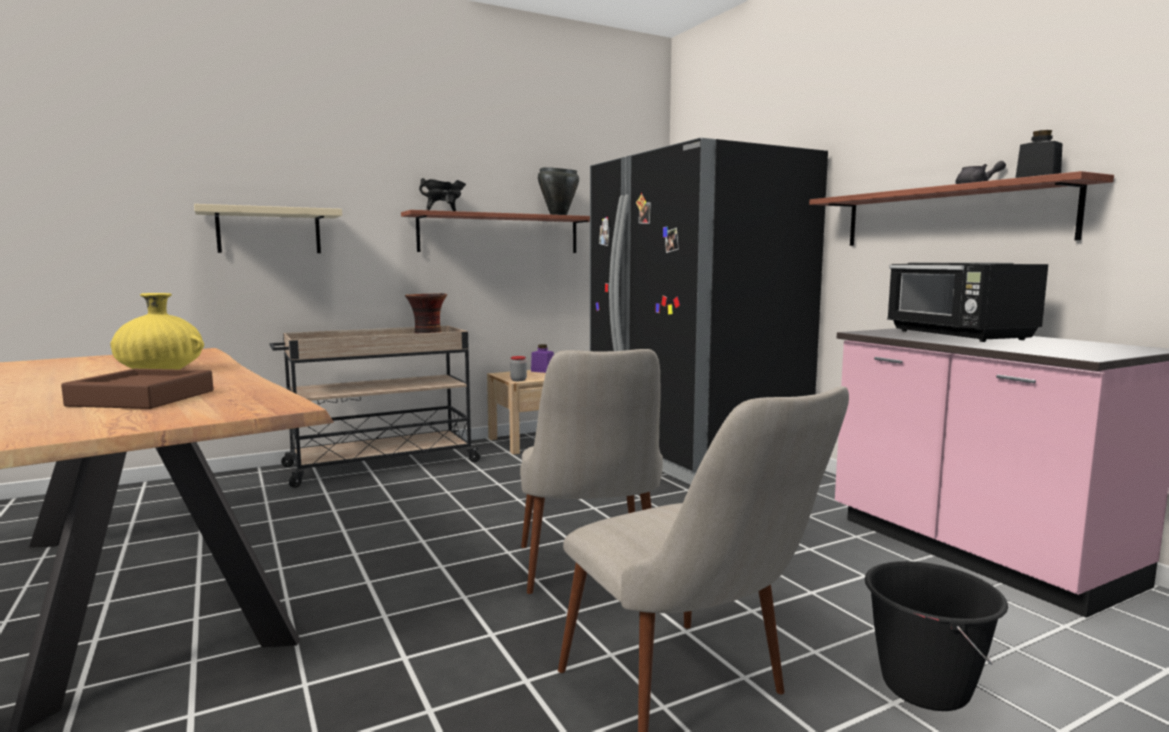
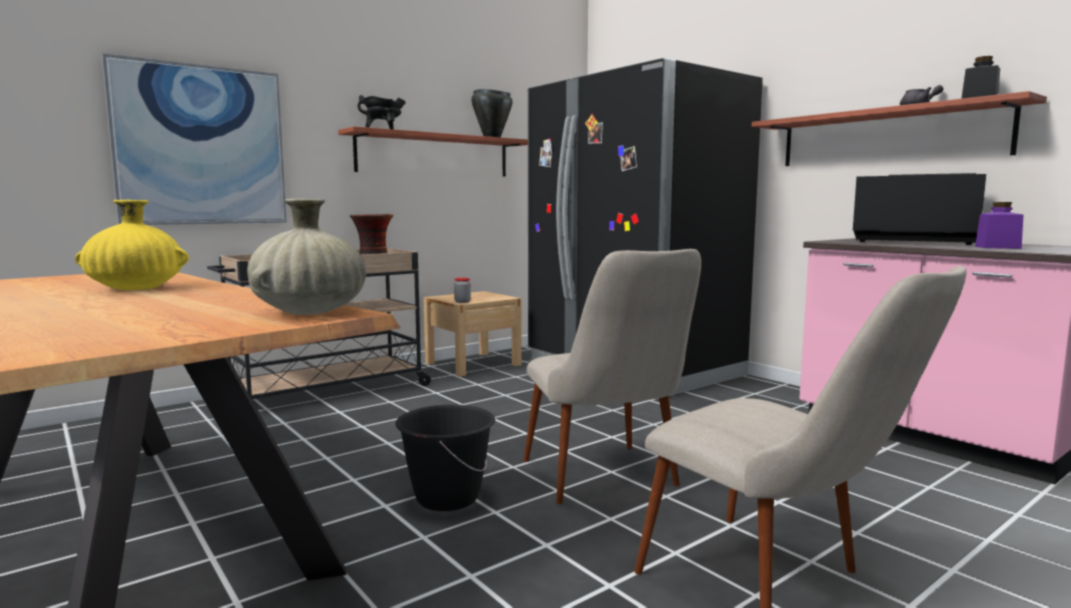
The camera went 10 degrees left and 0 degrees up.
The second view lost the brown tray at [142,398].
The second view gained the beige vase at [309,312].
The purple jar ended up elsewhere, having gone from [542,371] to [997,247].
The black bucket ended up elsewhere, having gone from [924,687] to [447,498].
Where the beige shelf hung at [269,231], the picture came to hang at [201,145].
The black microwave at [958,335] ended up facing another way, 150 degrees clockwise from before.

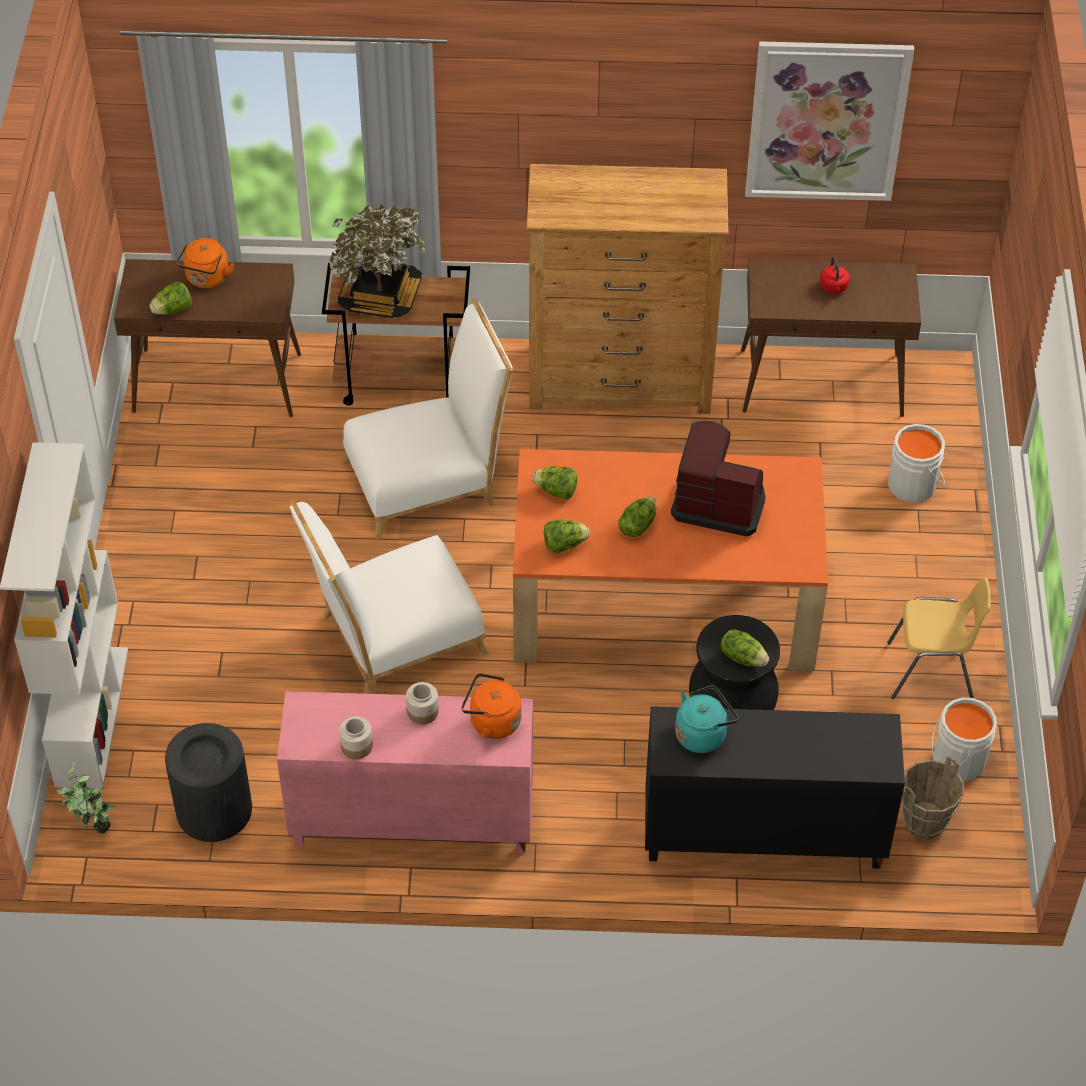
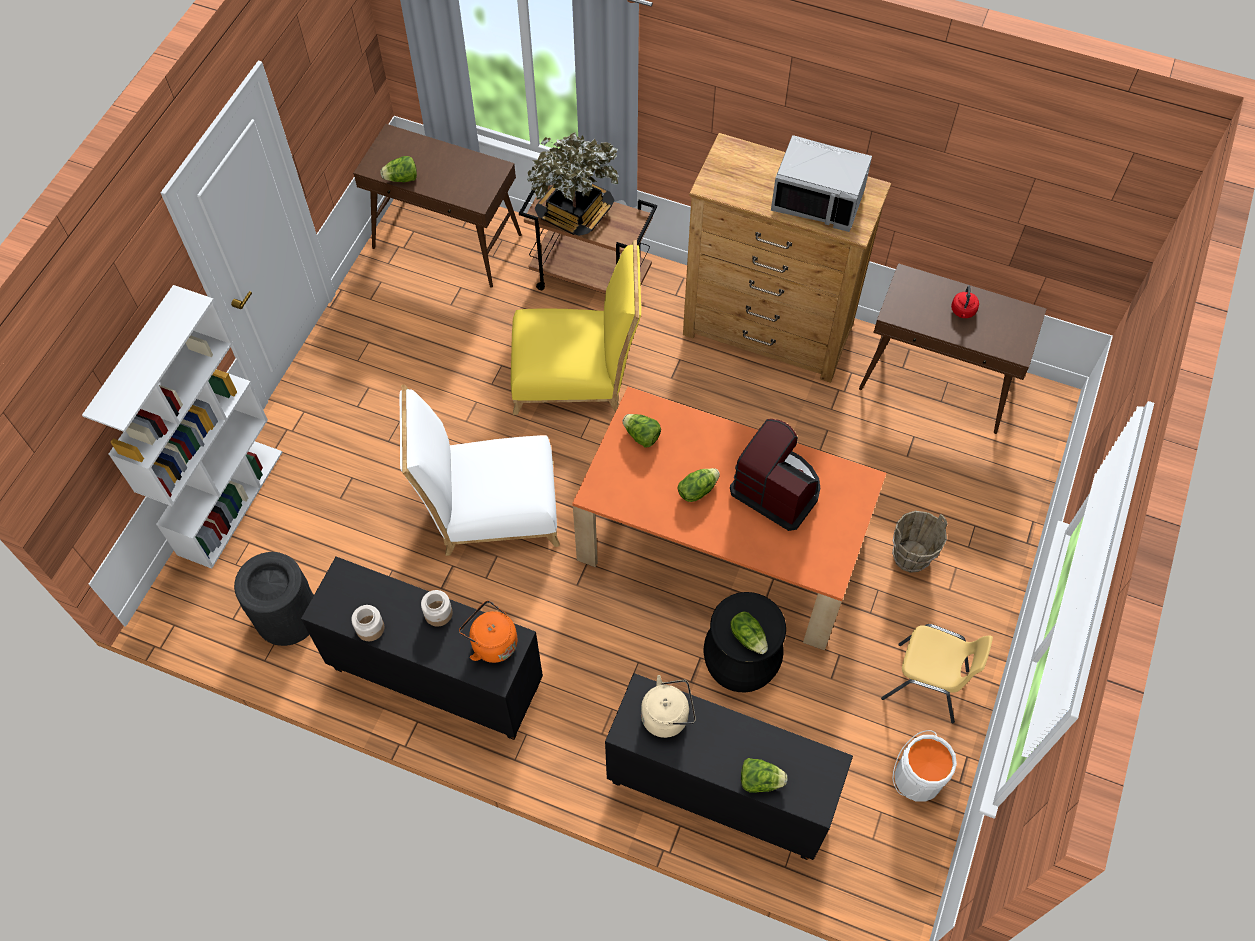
The camera went 20 degrees right and 10 degrees up.
The second view lost the potted plant at [93,827].
The second view lost the orange kettle at [207,279].
The second view lost the picture at [826,120].
The second view lost the white bucket at [914,484].
The second view gained the grey microwave at [818,200].
The lettuce ended up elsewhere, having gone from [564,544] to [760,780].
The brown bucket ended up elsewhere, having gone from [925,821] to [911,557].
What was the pink cabinet at [410,821] turned into the black cabinet at [435,678].
What was the white chair at [429,480] turned into the yellow chair at [576,375].
What was the turquoise kettle at [703,734] turned into the beige kettle at [668,716].

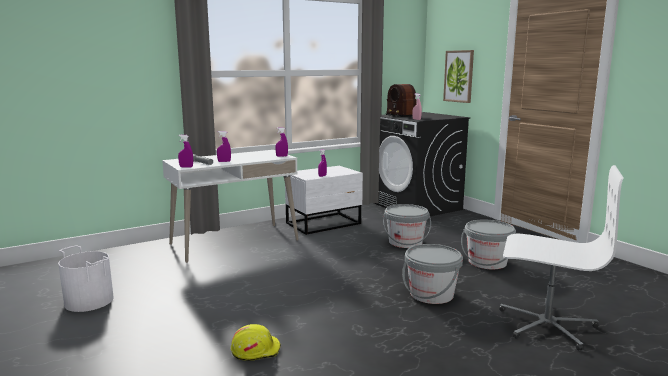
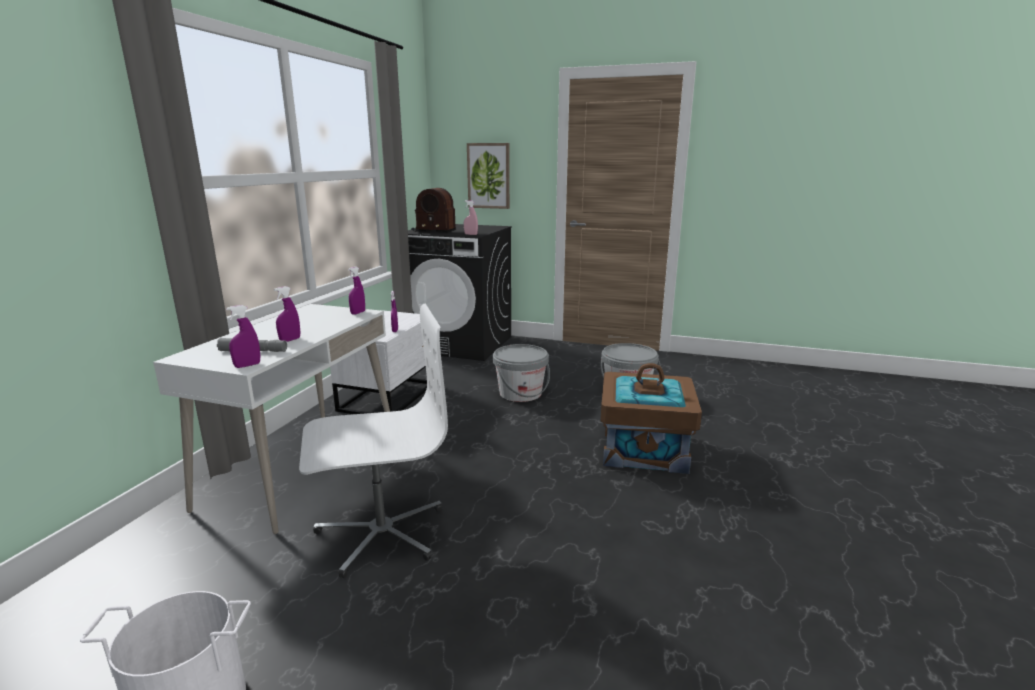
The camera went 40 degrees left and 5 degrees up.
The second view lost the yellow hard hat at [255,350].
The white office chair ended up elsewhere, having gone from [546,324] to [381,532].
Where the grey bucket stood at [431,294], the brown storage box came to stand at [644,448].

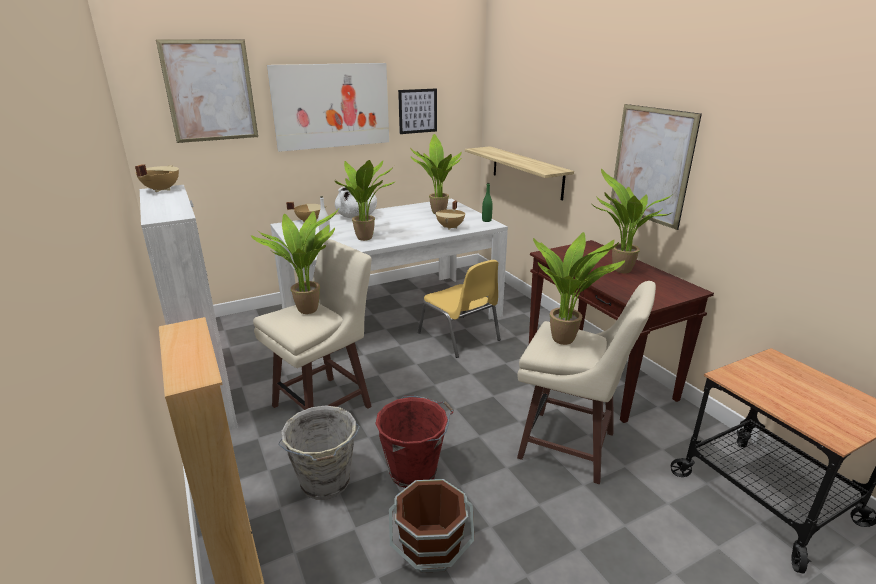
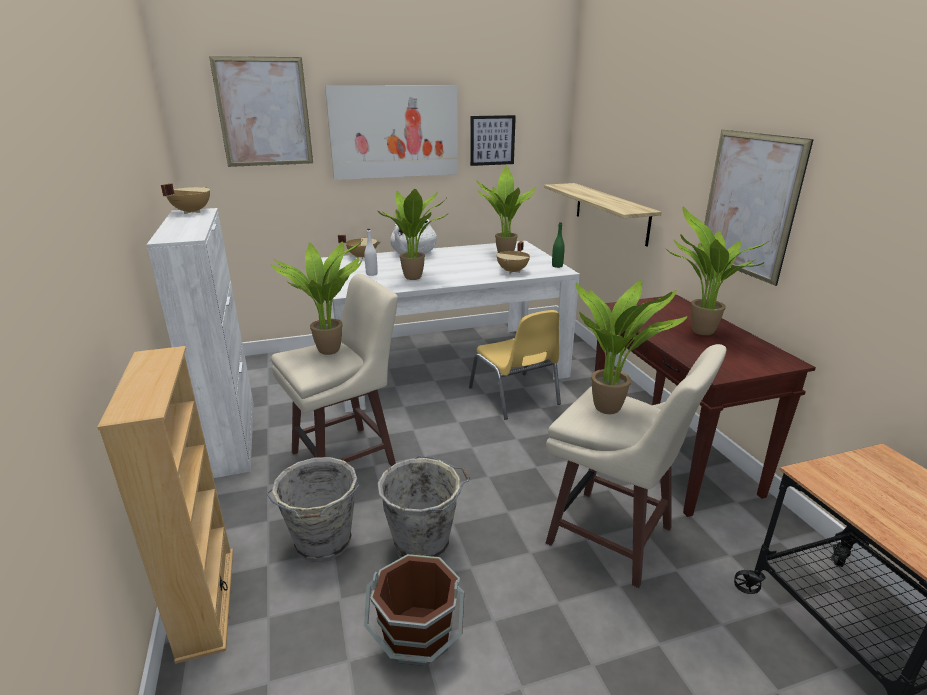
The camera went 10 degrees right and 0 degrees up.
What was the red bucket at [415,470] turned into the grey bucket at [424,542].

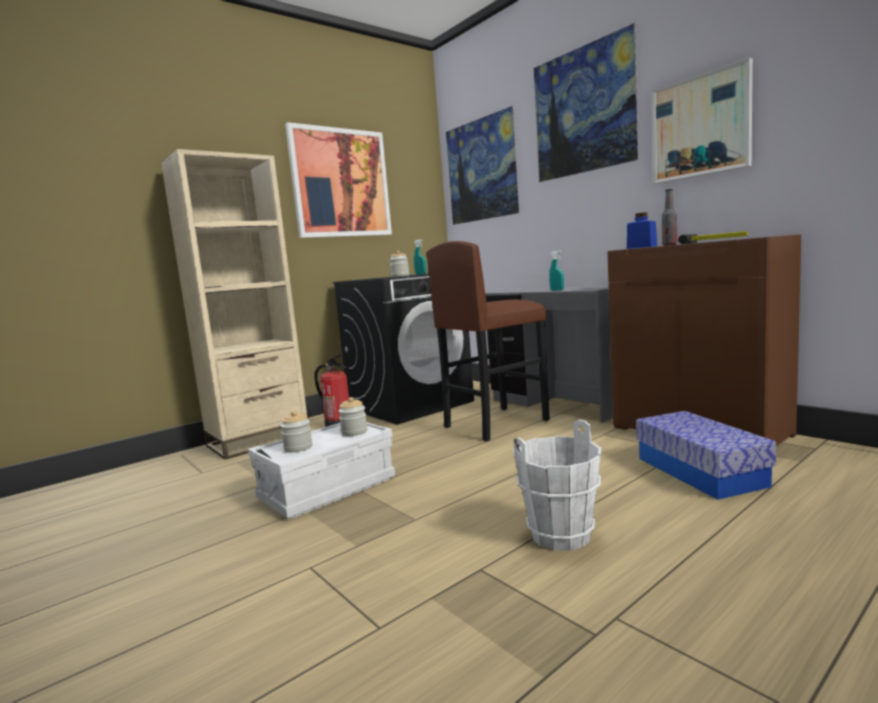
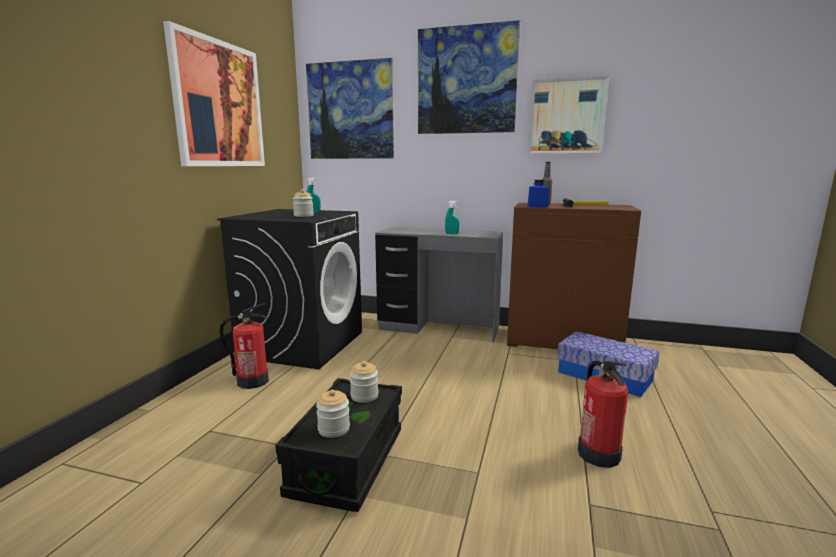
The camera went 35 degrees left and 5 degrees up.
The second view lost the beige bookcase at [258,441].
The second view lost the brown stool at [495,423].
Where the white bucket stood at [561,535], the fire extinguisher came to stand at [598,453].
What was the white storage box at [327,489] turned into the black storage box at [347,462].

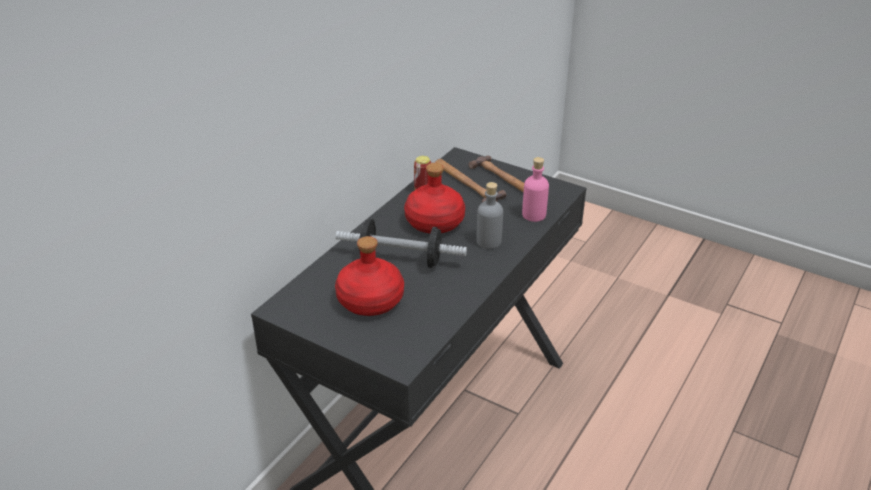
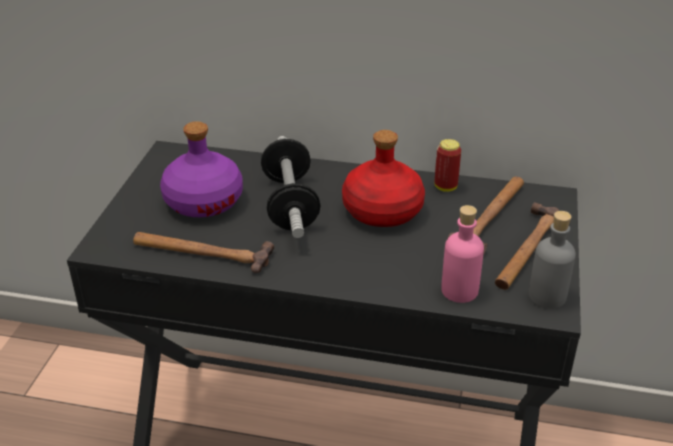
The camera went 70 degrees right and 0 degrees up.
The second view gained the hammer at [202,252].
The grey bottle ended up elsewhere, having gone from [488,241] to [547,296].
What was the red bottle at [369,300] turned into the purple bottle at [203,201].

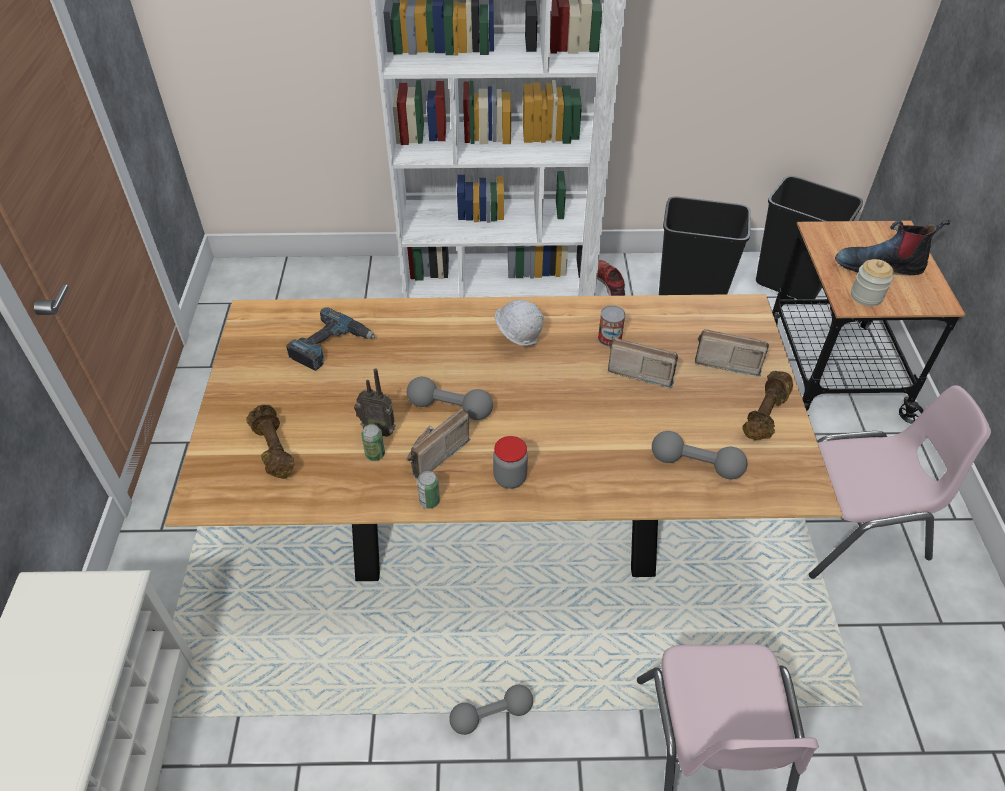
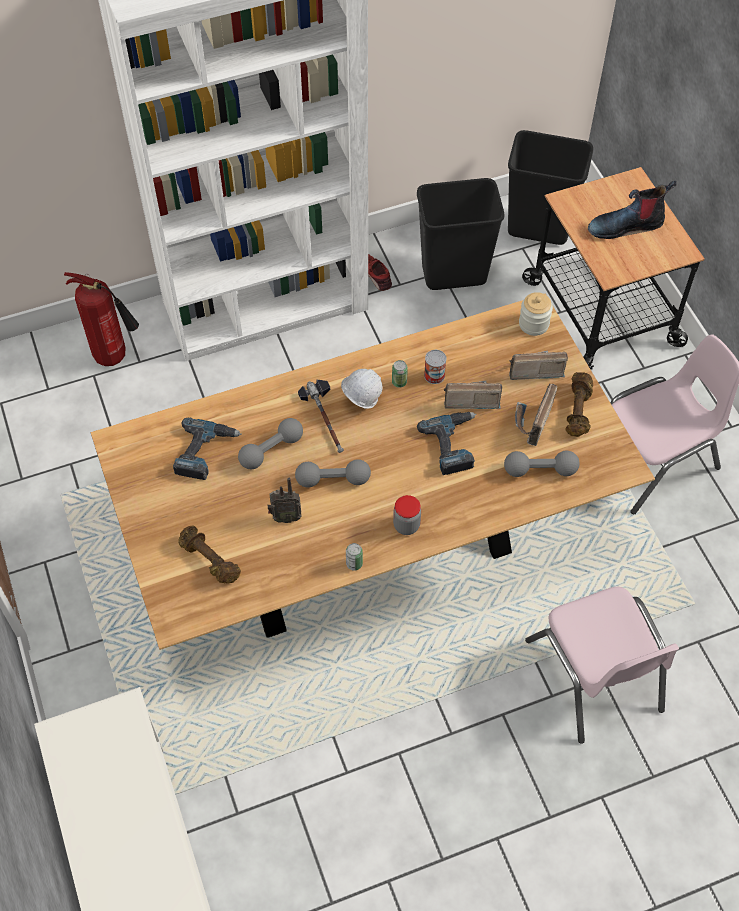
The camera went 20 degrees left and 10 degrees up.
The second view gained the fire extinguisher at [115,357].
The second view gained the hammer at [326,419].
The second view gained the power drill at [454,445].
The can ended up elsewhere, having gone from [375,454] to [399,382].
The radio ended up elsewhere, having gone from [432,454] to [531,423].
The grey dumbbell ended up elsewhere, having gone from [491,715] to [271,450].
The jar ended up elsewhere, having gone from [866,296] to [533,324].

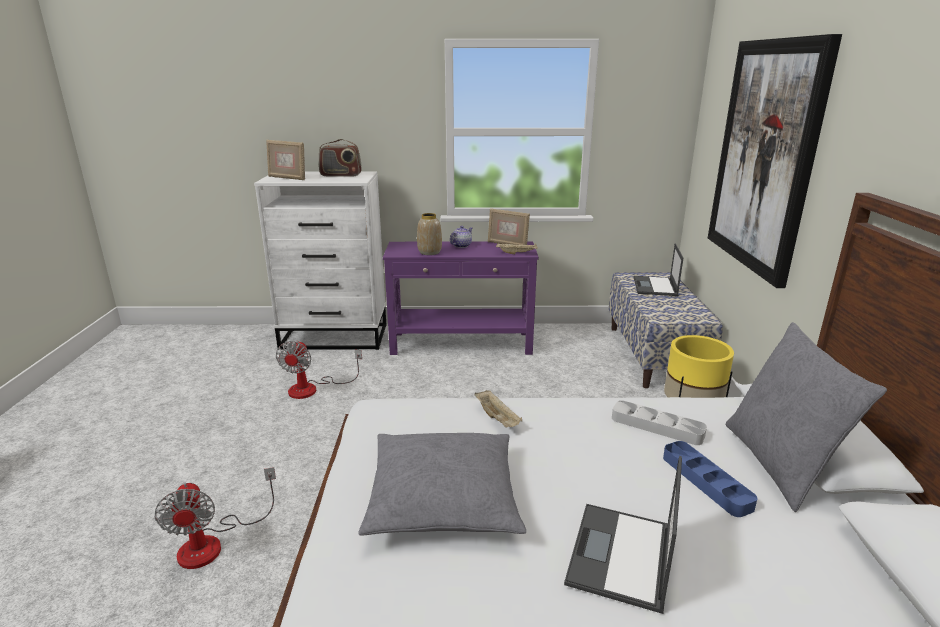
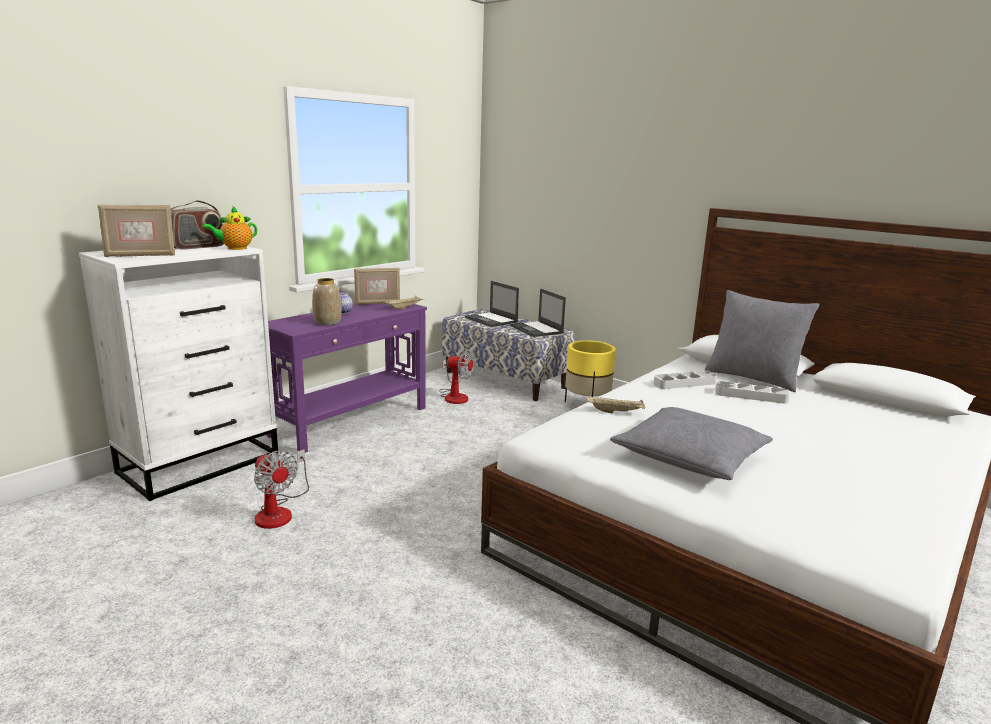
The camera went 50 degrees left and 5 degrees down.
The second view lost the picture at [765,157].
The second view gained the teapot at [234,248].
The fan ended up elsewhere, having gone from [214,543] to [454,396].
The laptop ended up elsewhere, having gone from [621,557] to [537,329].
What was the blue tray at [706,481] turned into the grey tray at [750,396].

